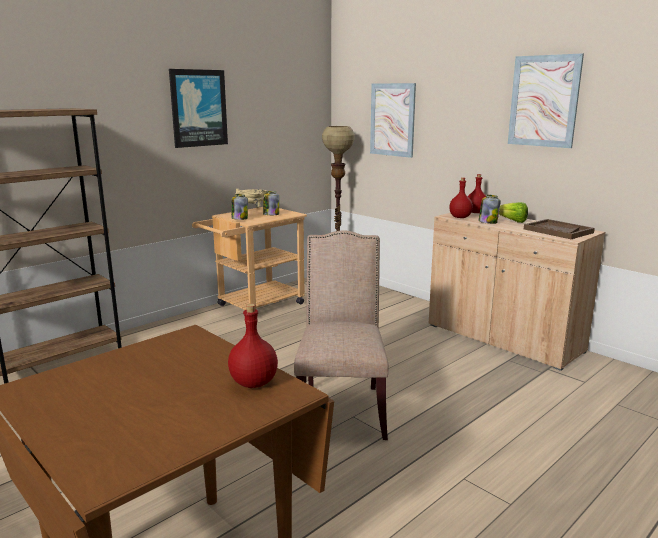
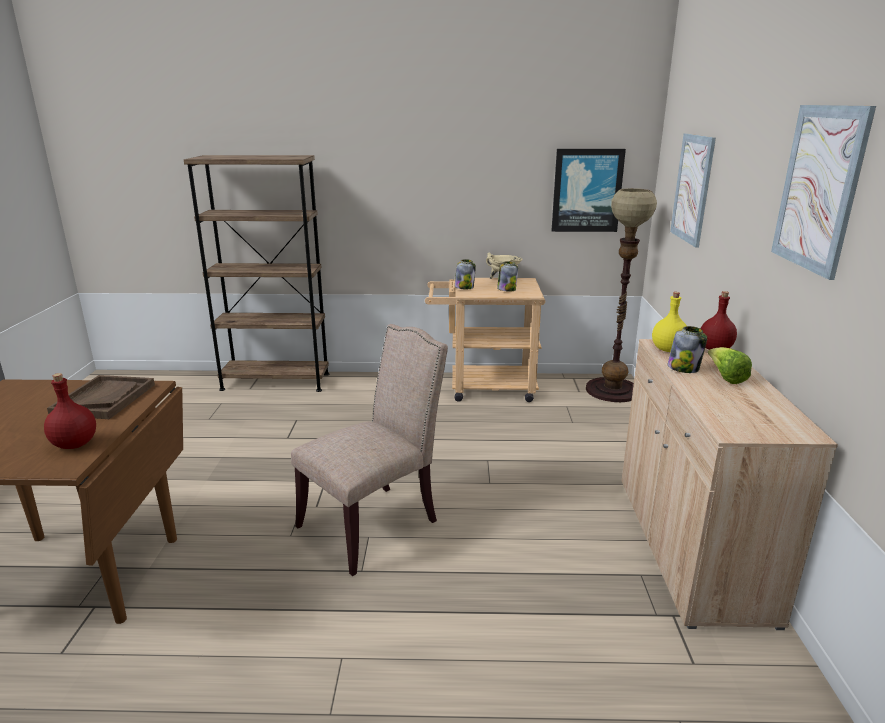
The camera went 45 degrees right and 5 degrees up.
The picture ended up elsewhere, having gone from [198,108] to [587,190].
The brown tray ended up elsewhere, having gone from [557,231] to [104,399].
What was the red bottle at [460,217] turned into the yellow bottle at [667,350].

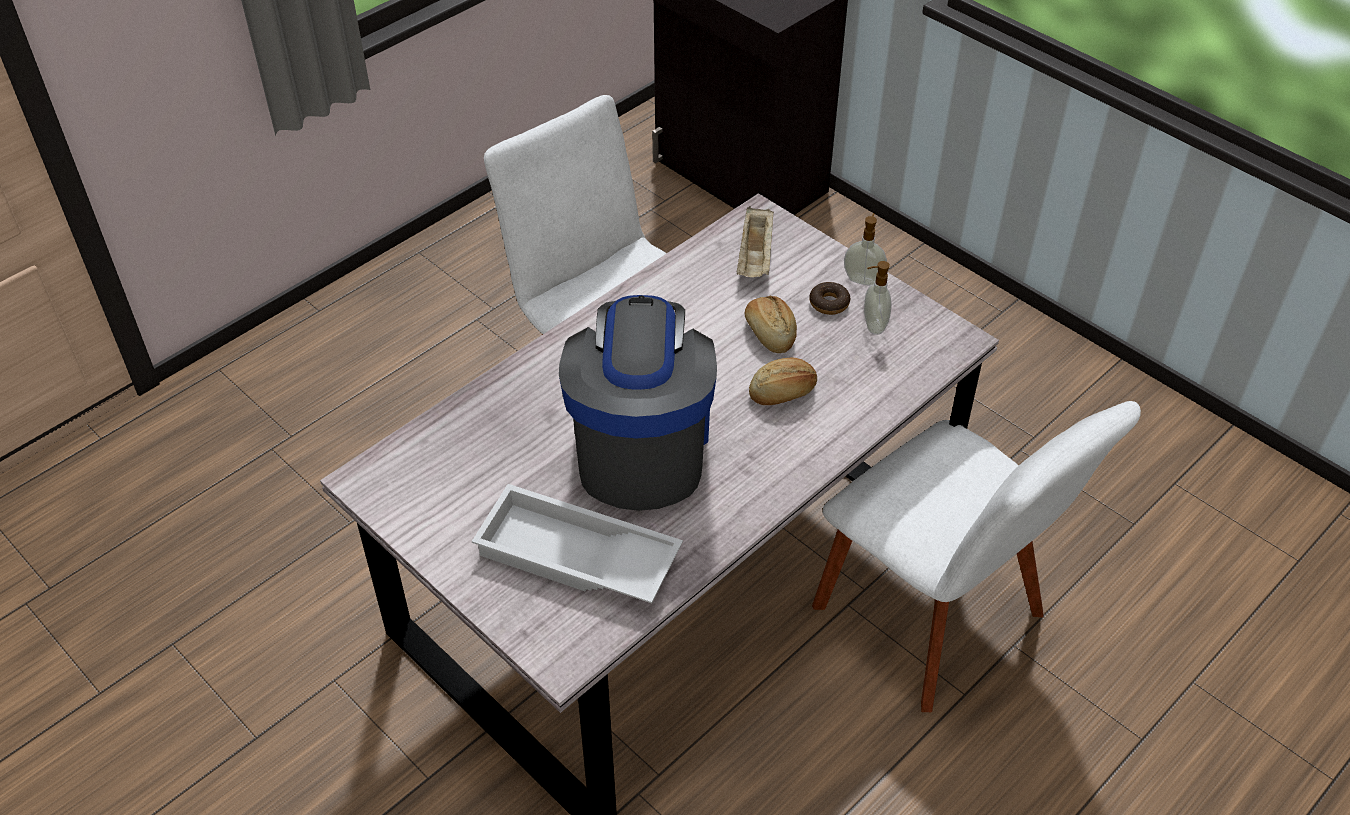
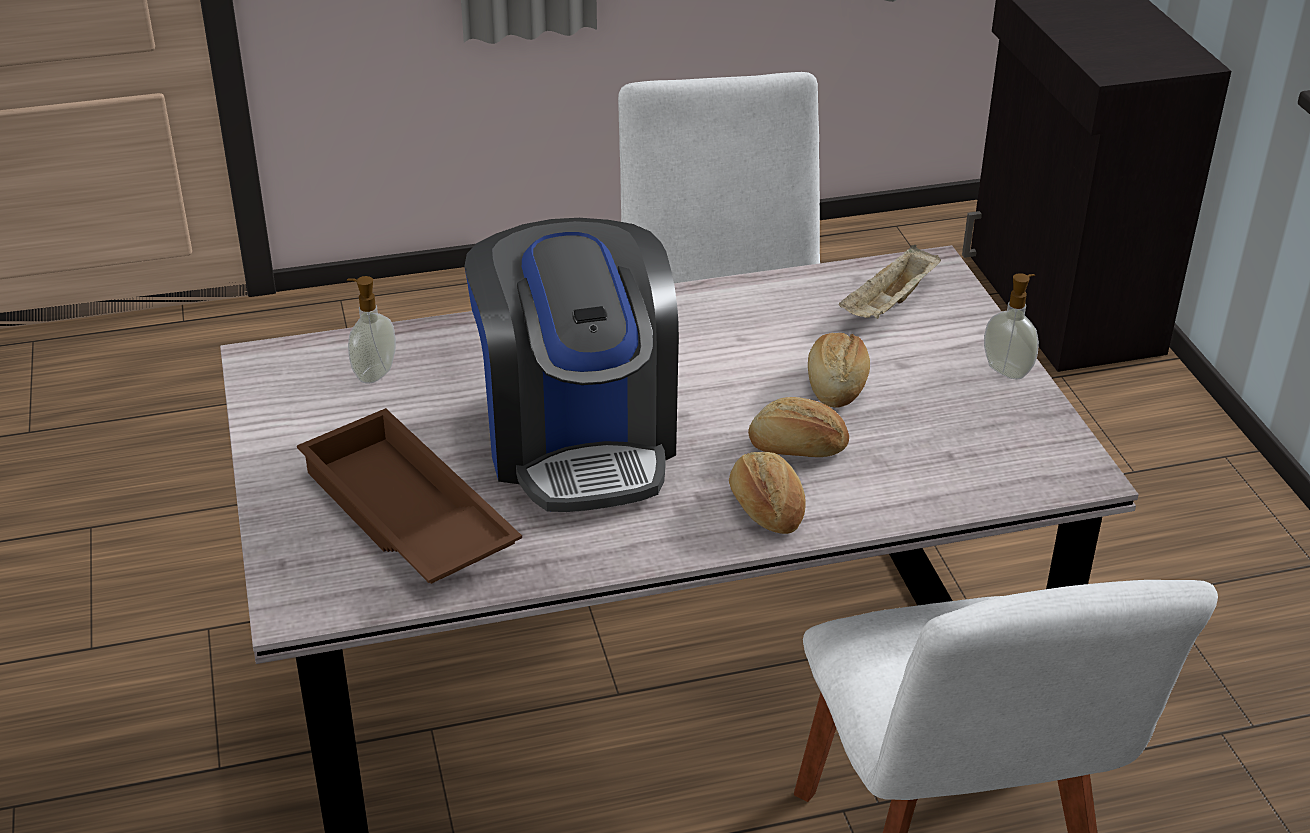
The camera went 30 degrees right and 10 degrees down.
The second view lost the donut at [829,303].
The second view gained the bread at [765,508].
The soap dispenser ended up elsewhere, having gone from [873,325] to [373,373].
What was the white tray at [575,558] turned into the brown tray at [403,516].
The coffee machine at [641,446] ended up facing another way, 135 degrees clockwise from before.

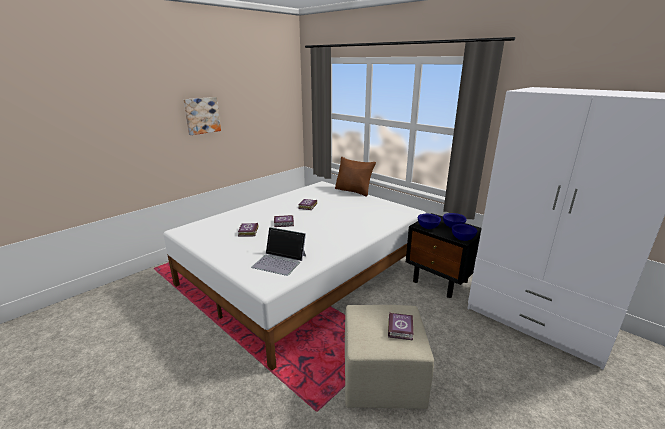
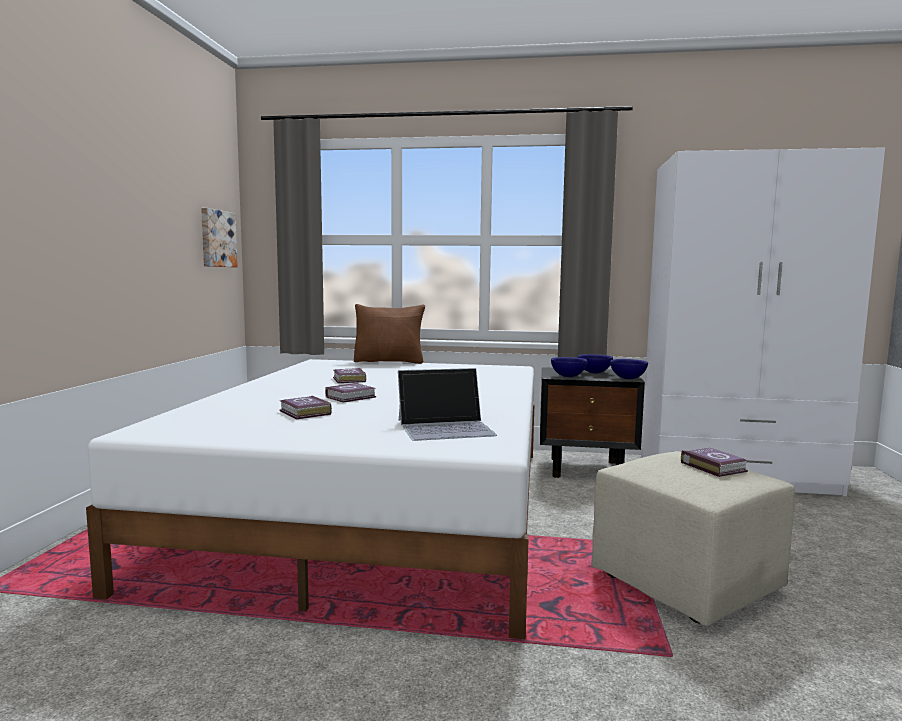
The camera went 35 degrees left and 15 degrees down.
The picture ended up elsewhere, having gone from [201,115] to [217,239].

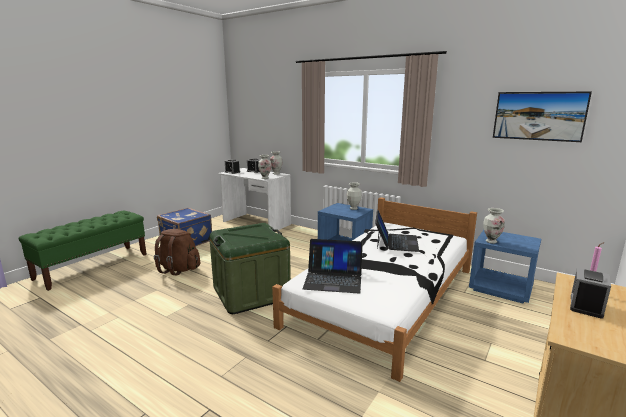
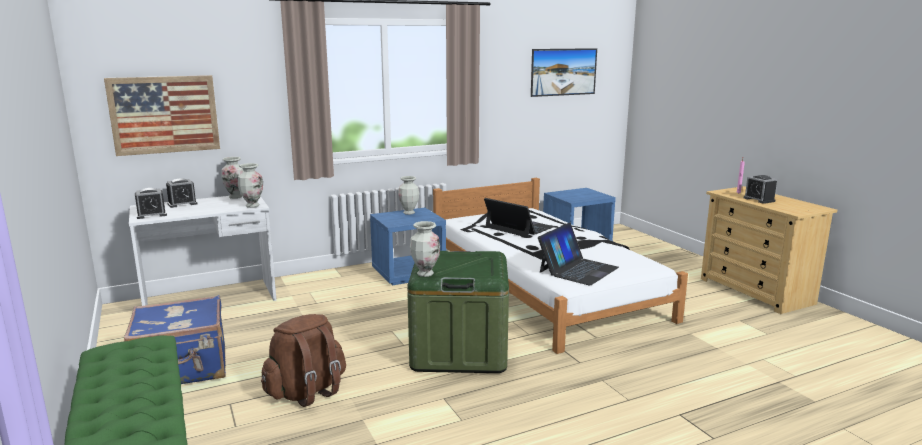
The camera went 60 degrees left and 0 degrees up.
The second view gained the picture at [164,114].
The vase ended up elsewhere, having gone from [491,241] to [425,274].

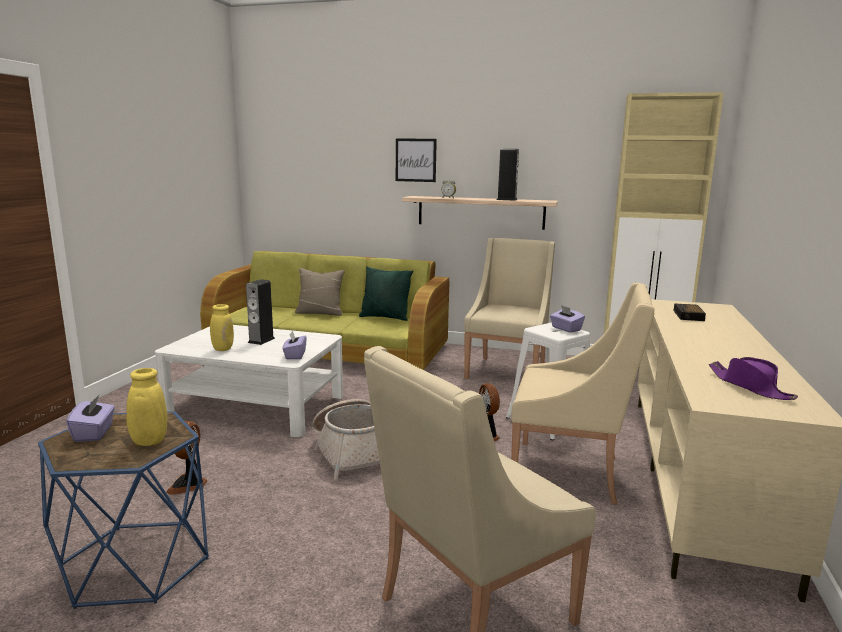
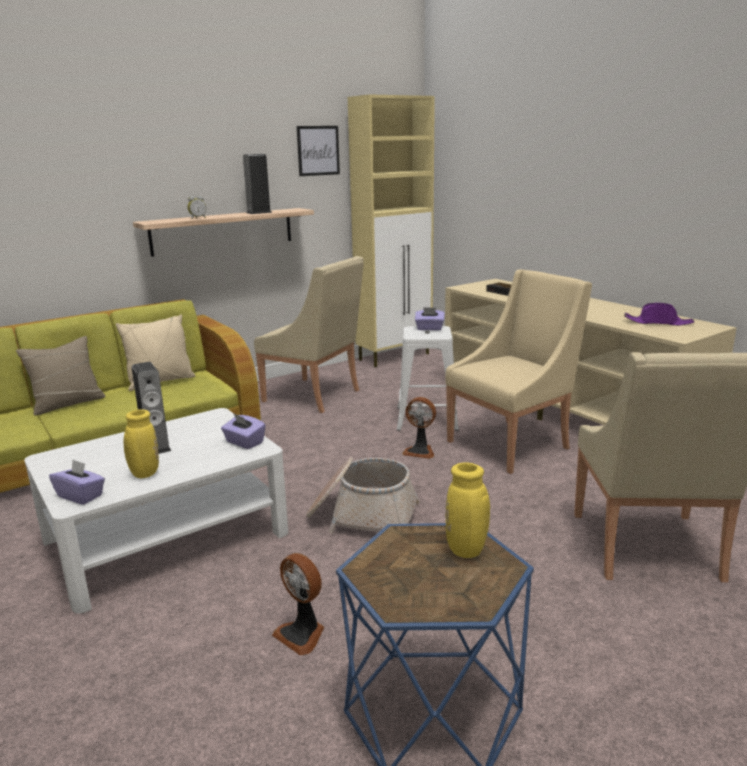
The camera went 50 degrees left and 5 degrees up.
The purple tissue box ended up elsewhere, having gone from [94,433] to [80,496].
The picture ended up elsewhere, having gone from [415,160] to [318,150].
What was the green pillow at [385,317] turned into the beige pillow at [160,382].
The beige armchair at [507,371] ended up facing another way, 150 degrees clockwise from before.

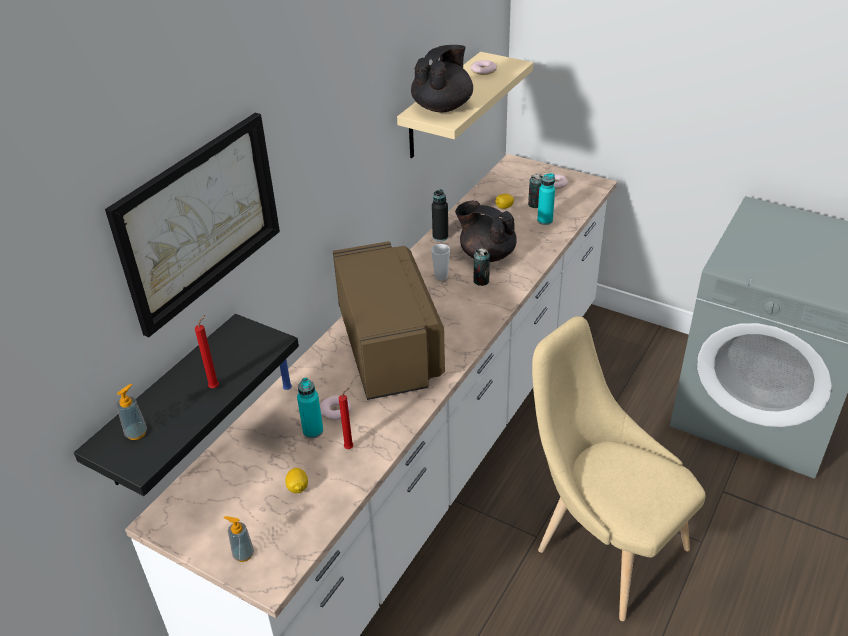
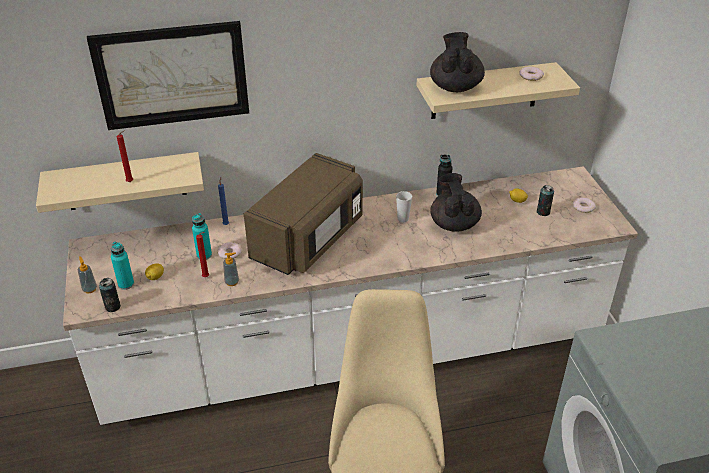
The camera went 45 degrees right and 0 degrees up.
The soap dispenser ended up elsewhere, having gone from [136,433] to [232,282].
The can ended up elsewhere, having gone from [481,281] to [112,307].
The turquoise bottle ended up elsewhere, having gone from [545,220] to [126,284].
What was the black shelf at [168,403] turned into the beige shelf at [125,181].
The black teapot at [443,107] ended up facing another way, 75 degrees counterclockwise from before.

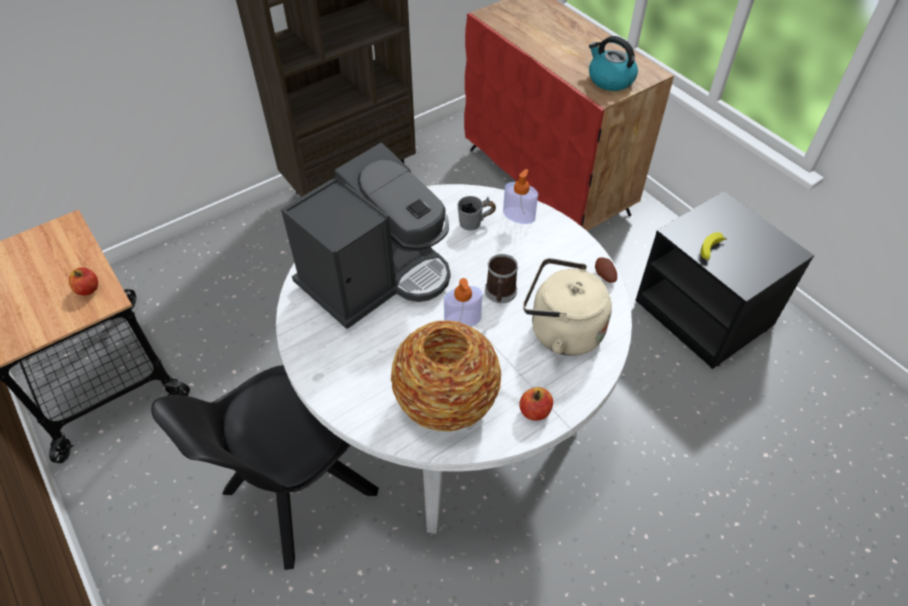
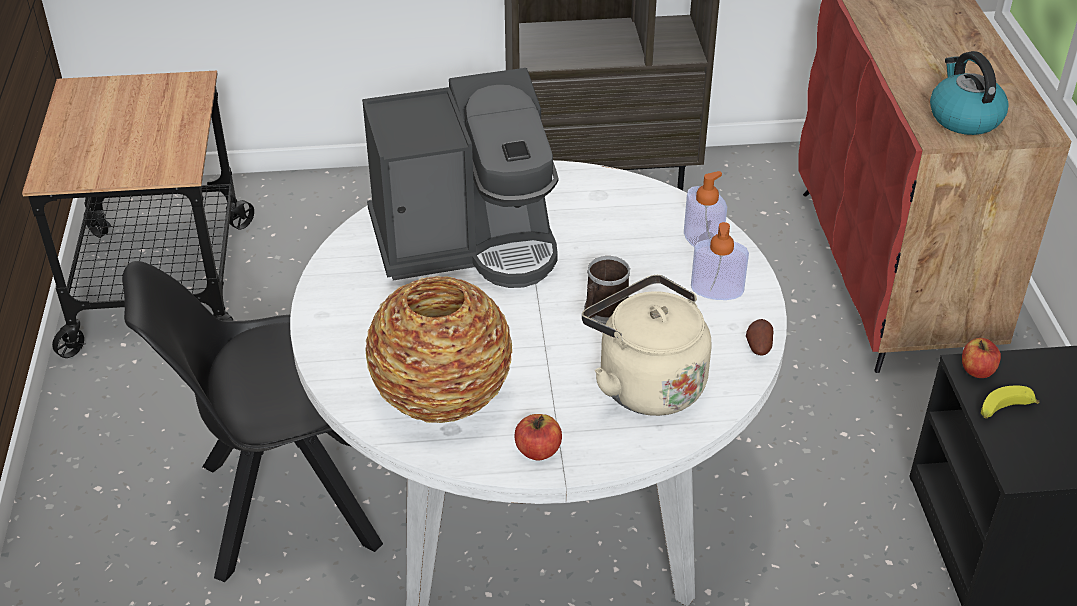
The camera went 30 degrees right and 10 degrees down.
The second view lost the grey mug at [475,225].
The apple ended up elsewhere, having gone from [88,289] to [977,370].
The soap dispenser ended up elsewhere, having gone from [462,320] to [717,290].

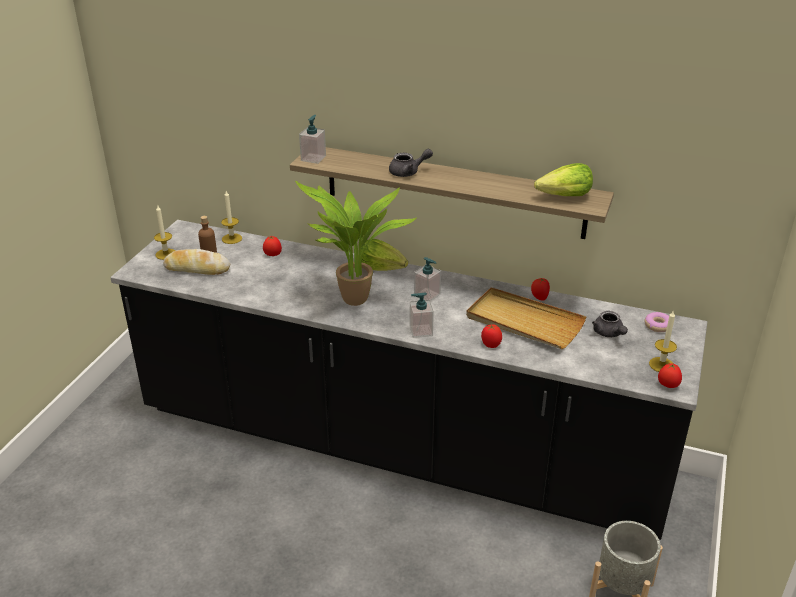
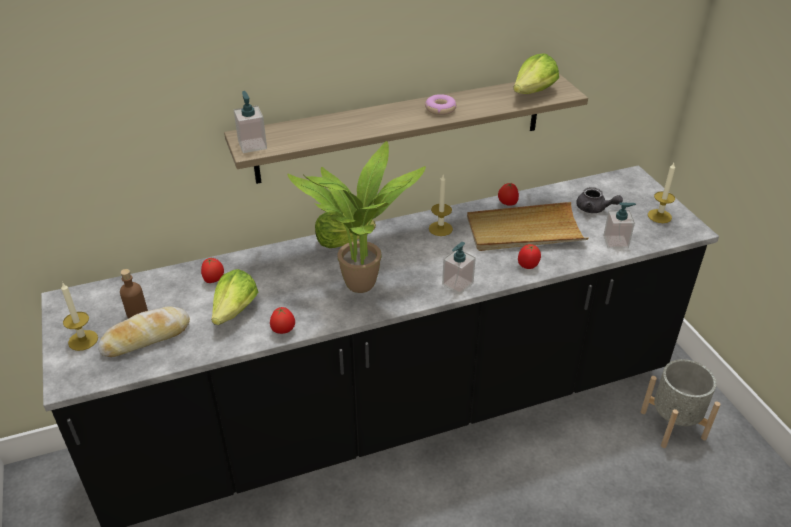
The camera went 40 degrees left and 5 degrees up.
The second view lost the grey teapot at [408,172].
The second view gained the lettuce at [235,311].
The candle ended up elsewhere, having gone from [232,238] to [440,228].
The soap dispenser ended up elsewhere, having gone from [427,295] to [616,242].
The donut ended up elsewhere, having gone from [657,325] to [440,109].
The tomato ended up elsewhere, having gone from [668,385] to [283,331].

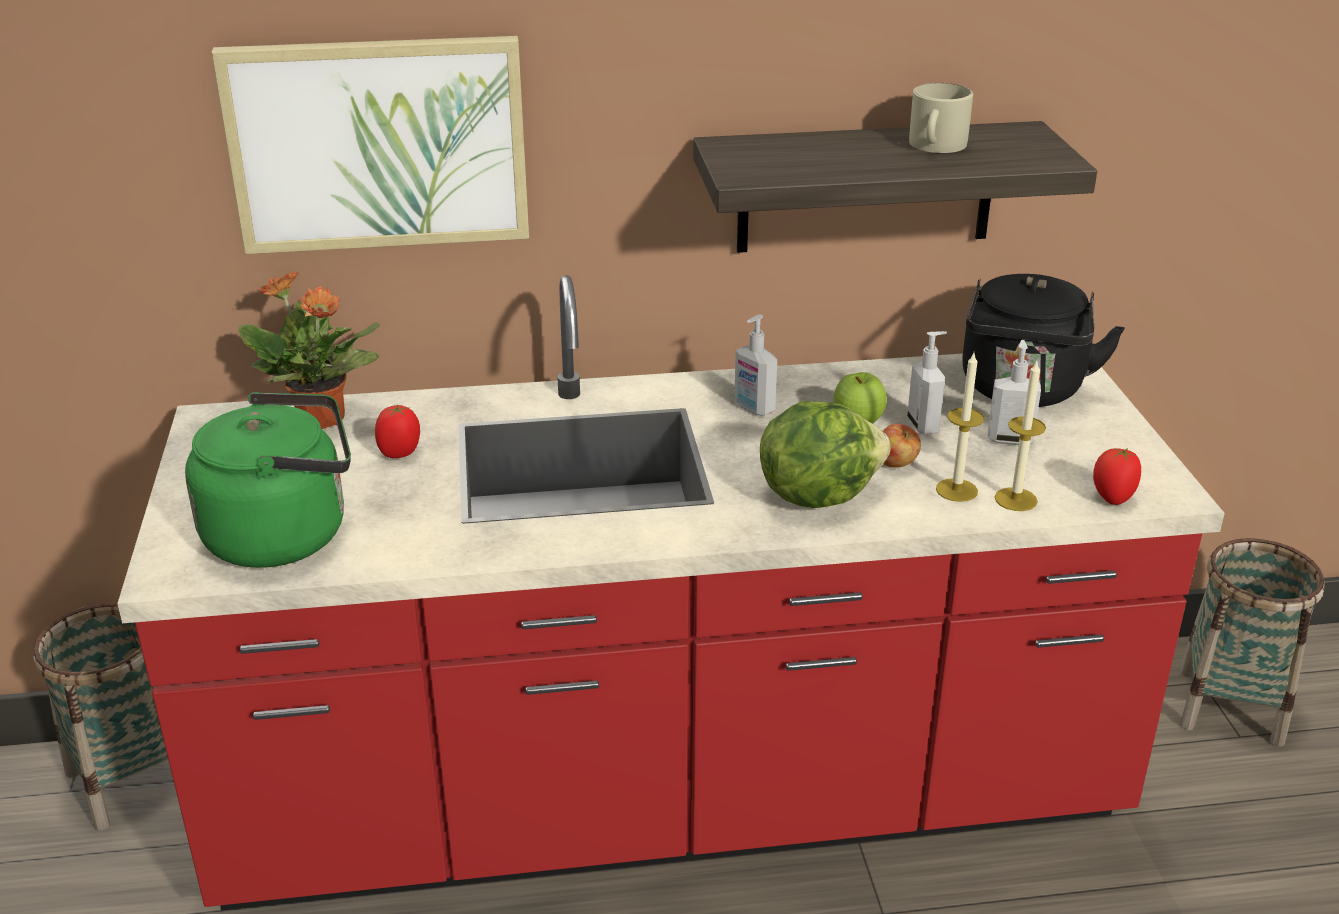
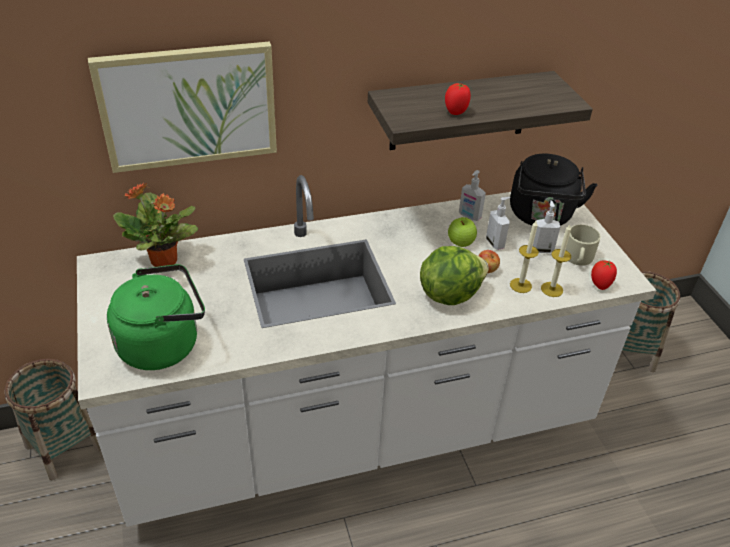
The camera went 10 degrees left and 10 degrees up.
The tomato ended up elsewhere, having gone from [400,453] to [456,112].
The soap dispenser ended up elsewhere, having gone from [753,408] to [469,216].
The beige mug ended up elsewhere, having gone from [936,145] to [578,258].
What was the red counter at [669,793] turned into the white counter at [357,427].

